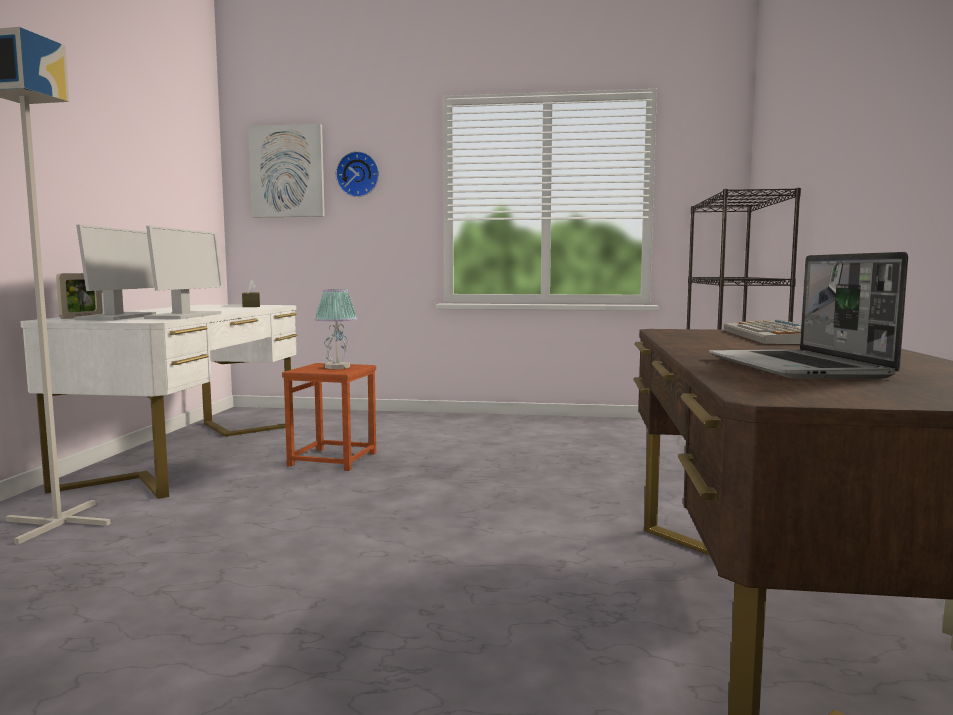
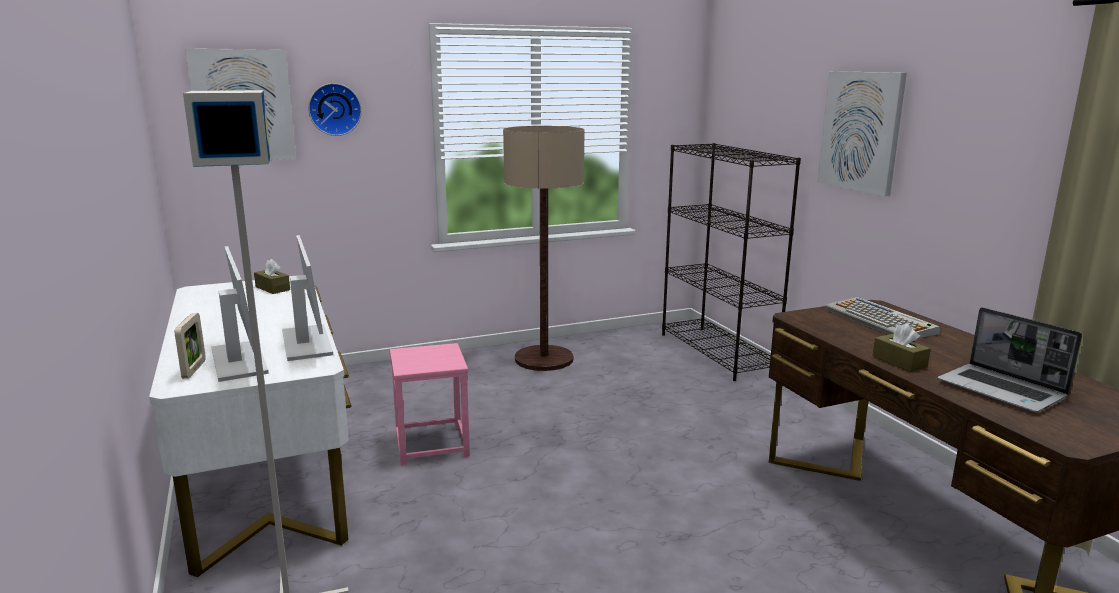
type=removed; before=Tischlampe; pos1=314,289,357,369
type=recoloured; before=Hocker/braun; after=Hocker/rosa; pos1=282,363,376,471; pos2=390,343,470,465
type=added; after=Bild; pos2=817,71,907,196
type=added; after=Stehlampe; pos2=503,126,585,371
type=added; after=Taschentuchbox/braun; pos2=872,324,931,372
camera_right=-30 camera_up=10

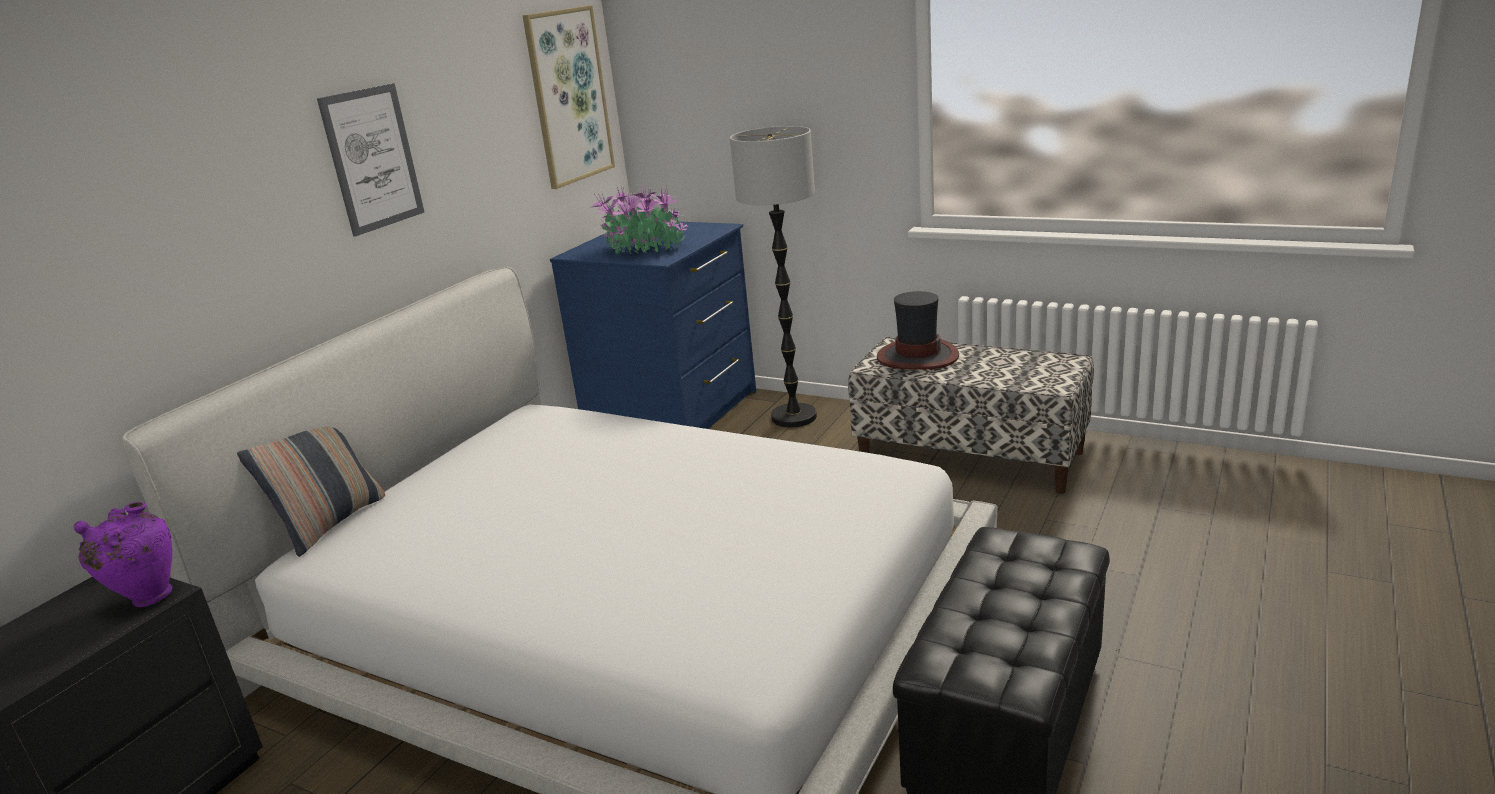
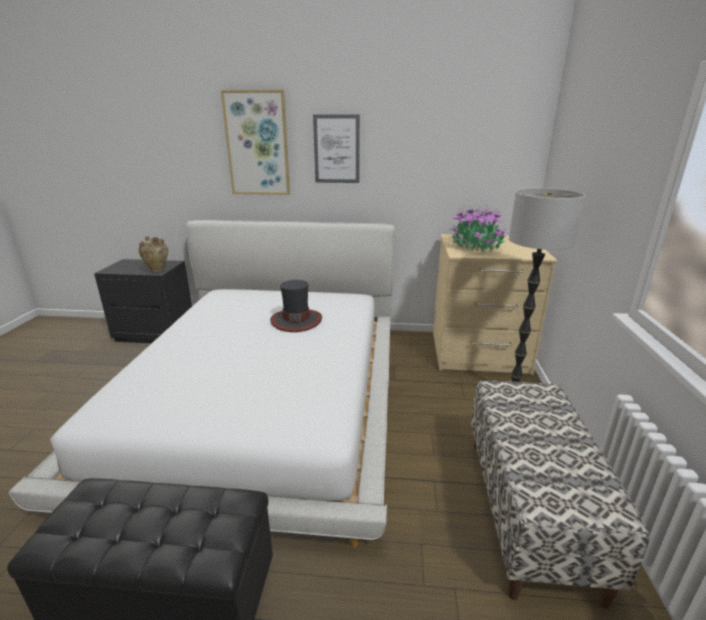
type=moved; before=Bild; pos1=522,5,615,189; pos2=221,90,290,195
type=recoloured; before=Kommode/blau; after=Kommode/beige; pos1=550,222,756,429; pos2=433,234,557,375
type=moved; before=Hut; pos1=877,291,959,370; pos2=270,280,322,332
type=removed; before=Kissen; pos1=237,427,385,557
type=recoloured; before=Vase/lila; after=Vase/beige; pos1=74,502,172,607; pos2=139,236,168,272
camera_right=65 camera_up=0

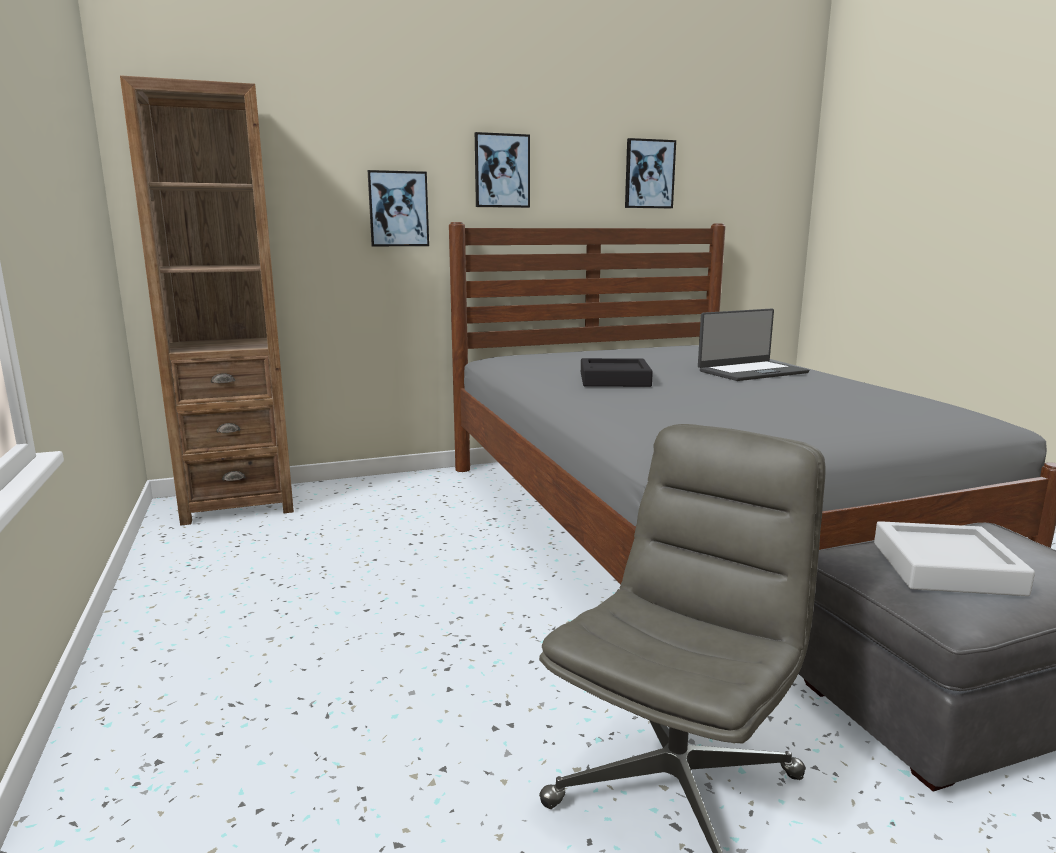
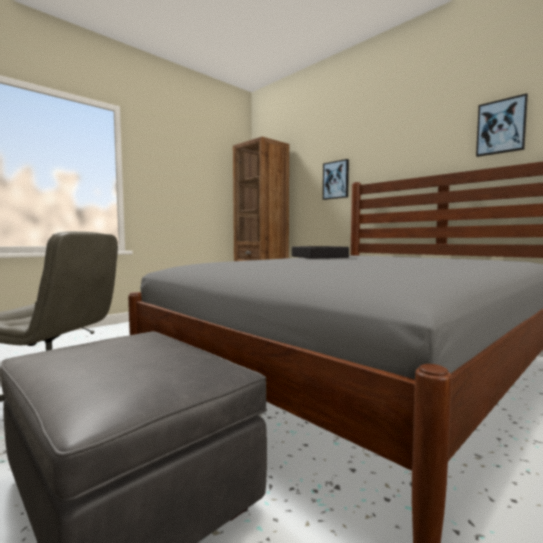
type=removed; before=Bild; pos1=475,132,530,208
type=removed; before=Laptop; pos1=698,308,809,381
type=removed; before=Tablett/grau; pos1=874,521,1035,596
camera_right=65 camera_up=-10

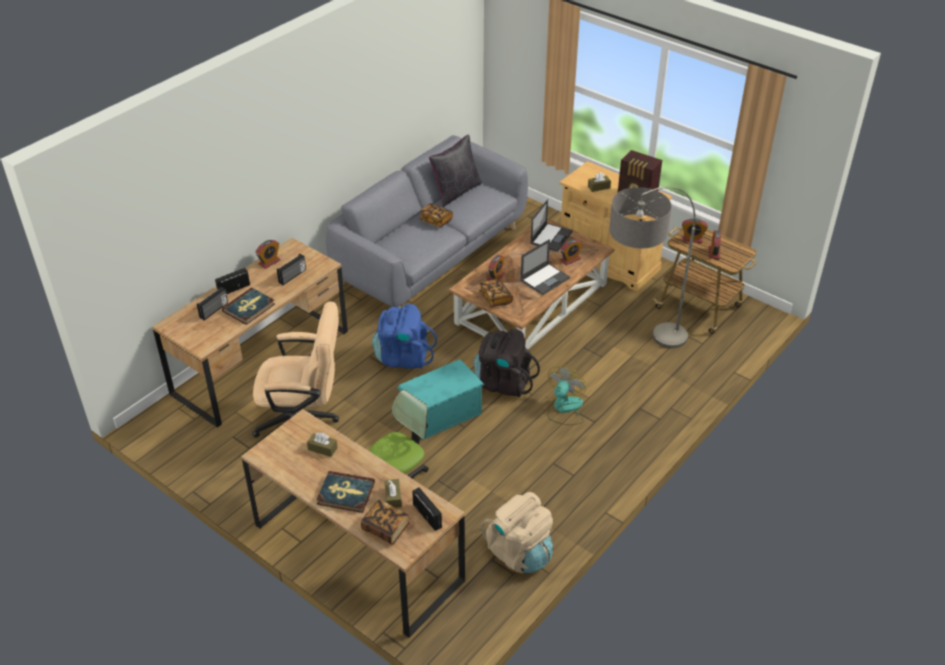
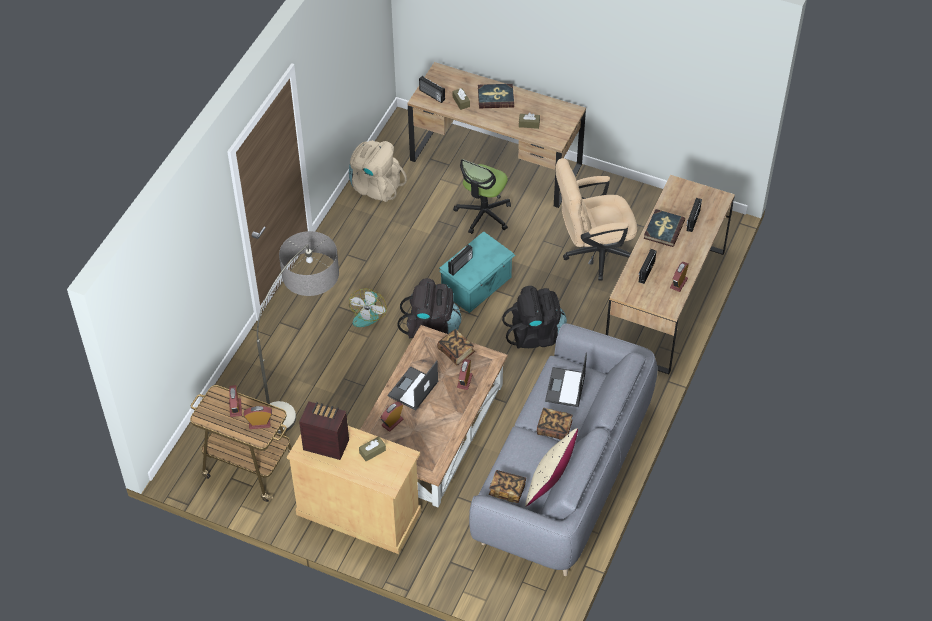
type=recoloured; before=Kissen/schwarz; after=Kissen/beige; pos1=429,134,482,207; pos2=525,428,578,507
type=moved; before=Laptop; pos1=530,199,573,252; pos2=545,353,587,407
type=moved; before=Radio; pos1=215,268,250,294; pos2=448,244,473,275
type=recoloured; before=Rucksack/blau; after=Rucksack/schwarz; pos1=372,304,437,369; pos2=502,286,567,349
type=moved; before=Buch; pos1=361,499,410,545; pos2=489,470,526,503
camera_right=165 camera_up=10

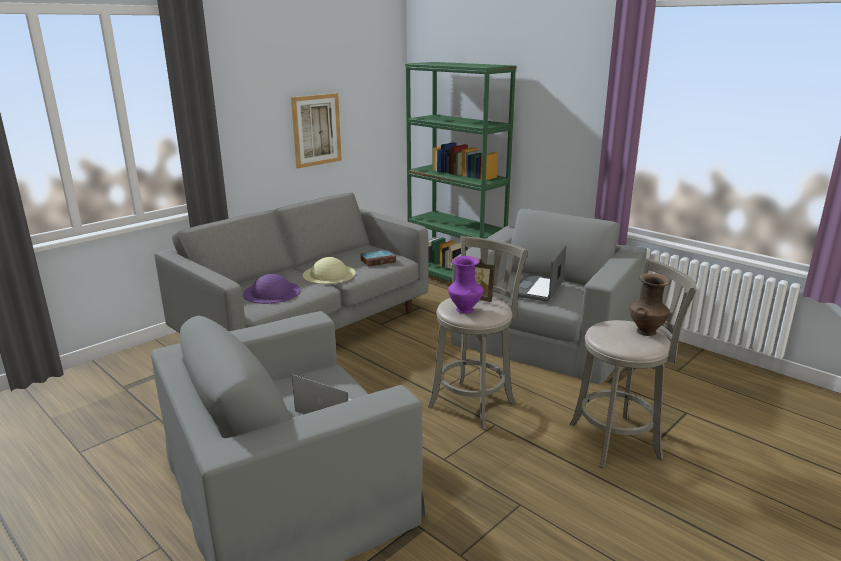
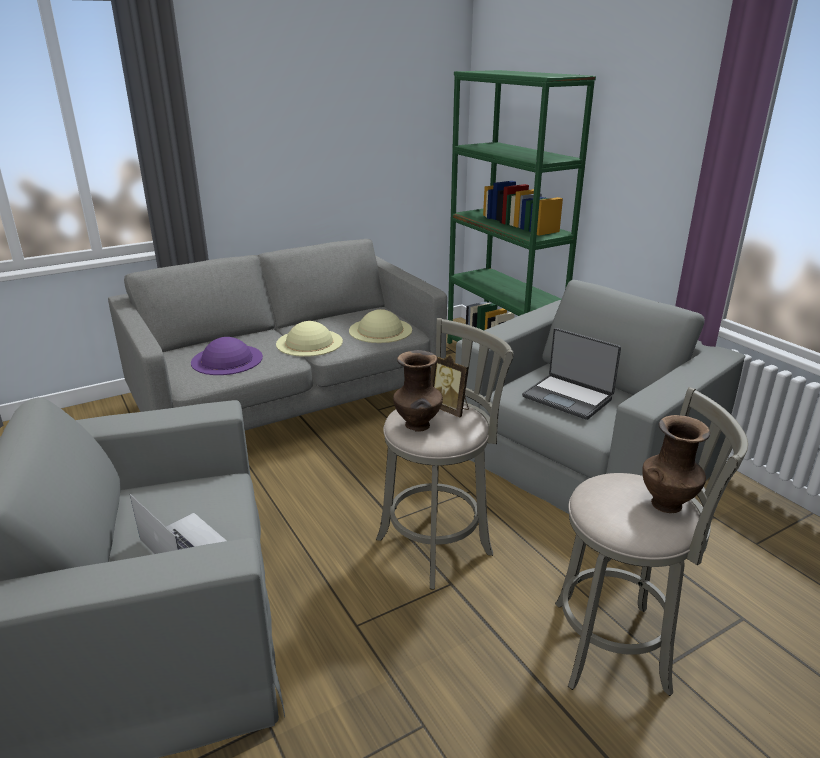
type=removed; before=Bild; pos1=291,93,342,168
type=turned; before=Laptop; pos1=511,245,566,302; pos2=522,328,621,420; turn=-90
type=replaced; before=Buch; after=Hut/beige; pos1=361,250,396,267; pos2=349,309,412,343
type=recoloured; before=Vase/lila; after=Vase/braun; pos1=448,256,483,314; pos2=393,350,443,432
camera_right=15 camera_up=5

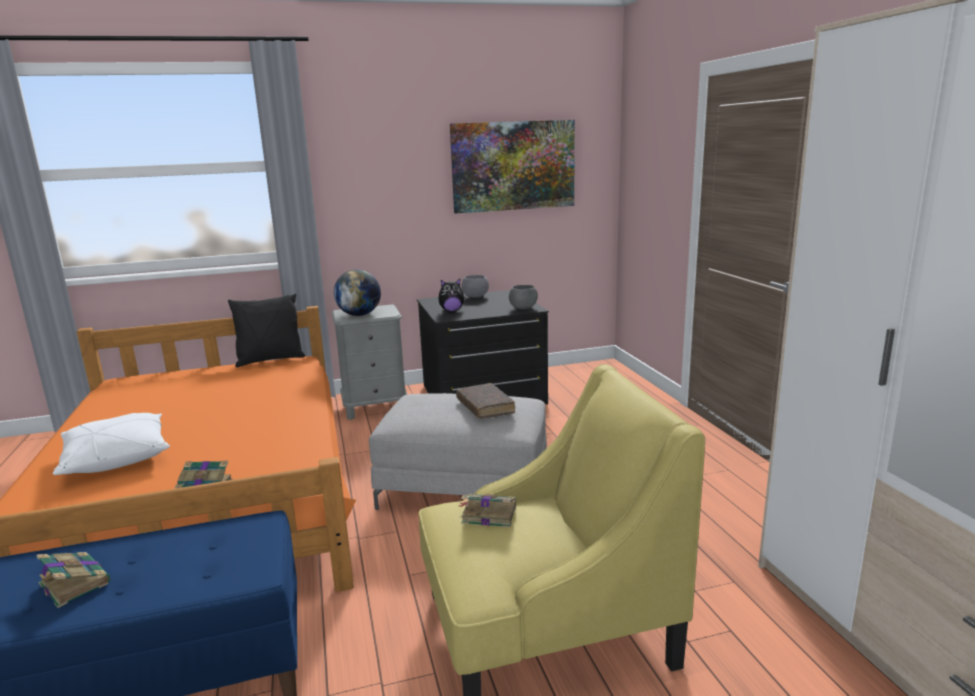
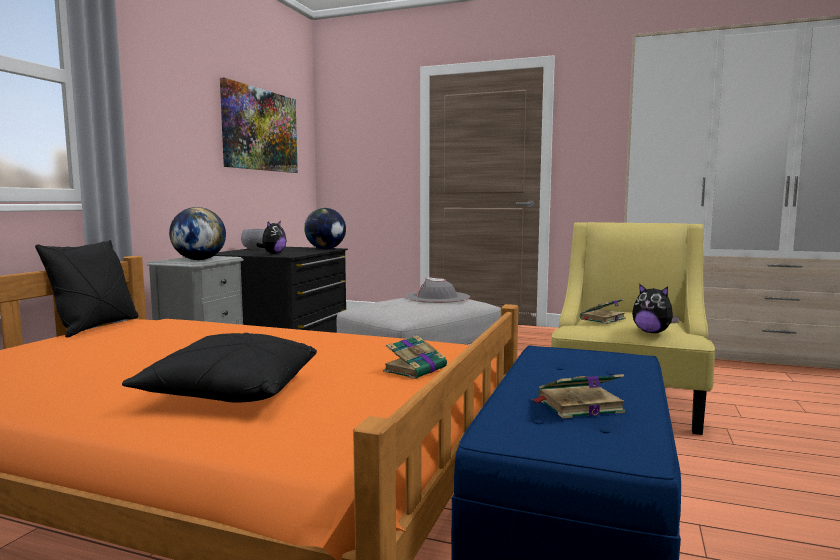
type=replaced; before=Schüssel/grau; after=Globus; pos1=509,285,538,309; pos2=304,208,346,249
type=replaced; before=Buch/braun; after=Hut/grau; pos1=456,383,515,418; pos2=405,277,470,303
type=recoloured; before=Kissen/weiß; after=Kissen/schwarz; pos1=53,413,170,475; pos2=122,333,317,403
type=added; after=Plüschtier; pos2=632,283,680,333
camera_right=-55 camera_up=-10

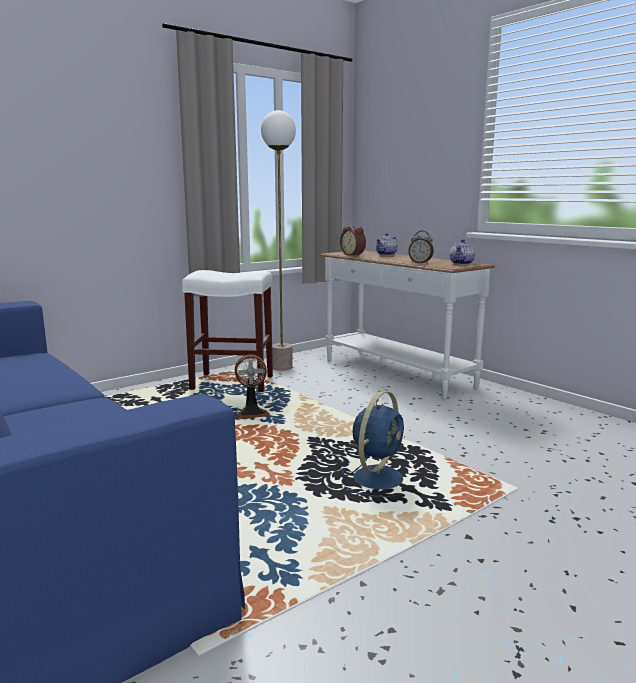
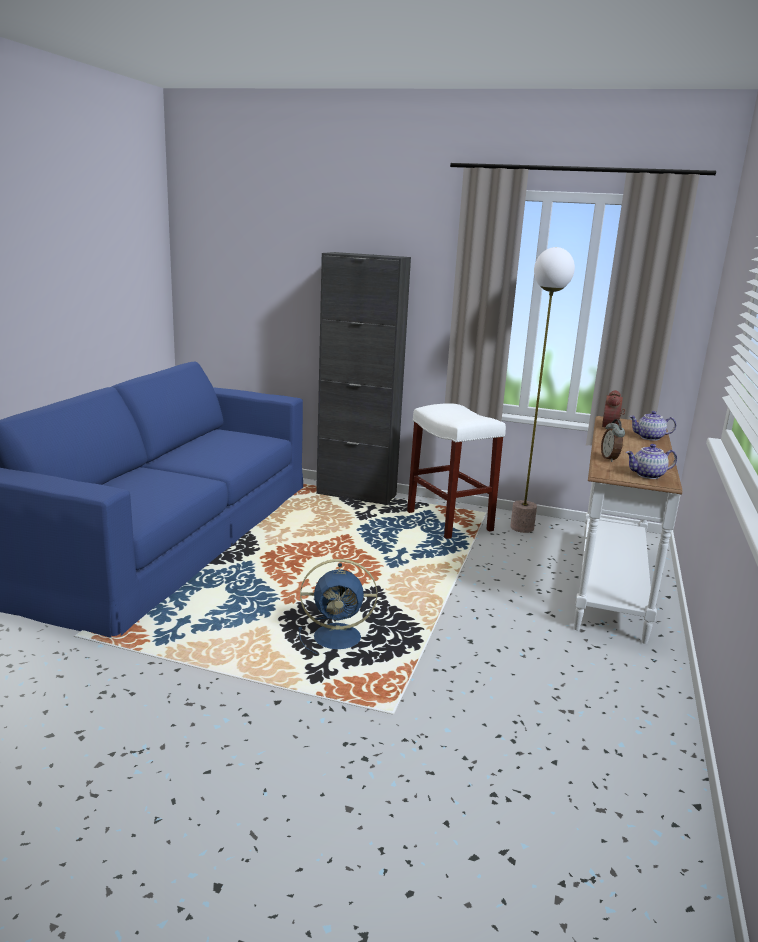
type=removed; before=Ventilator; pos1=235,354,270,419
type=added; after=Schrank/schwarz; pos2=316,252,411,505
camera_right=55 camera_up=5

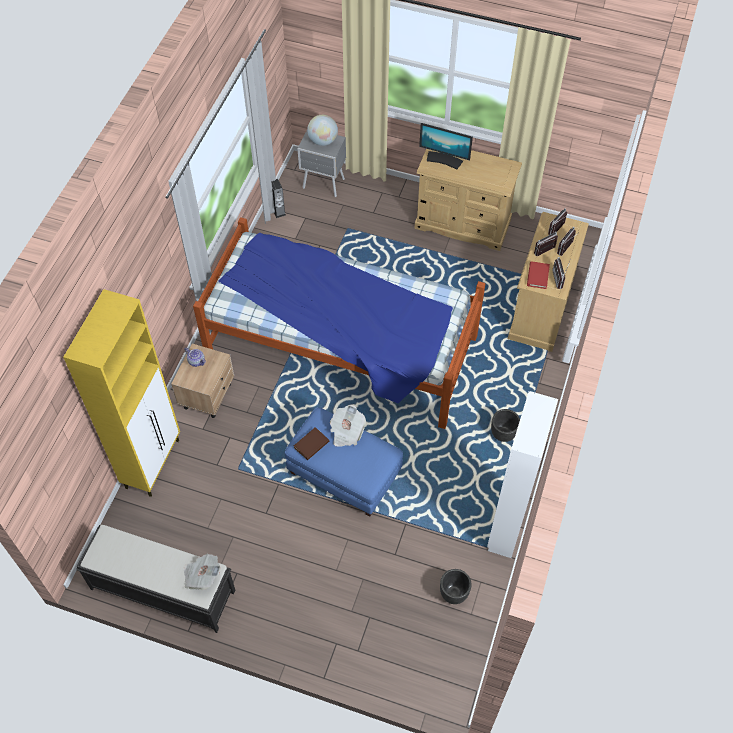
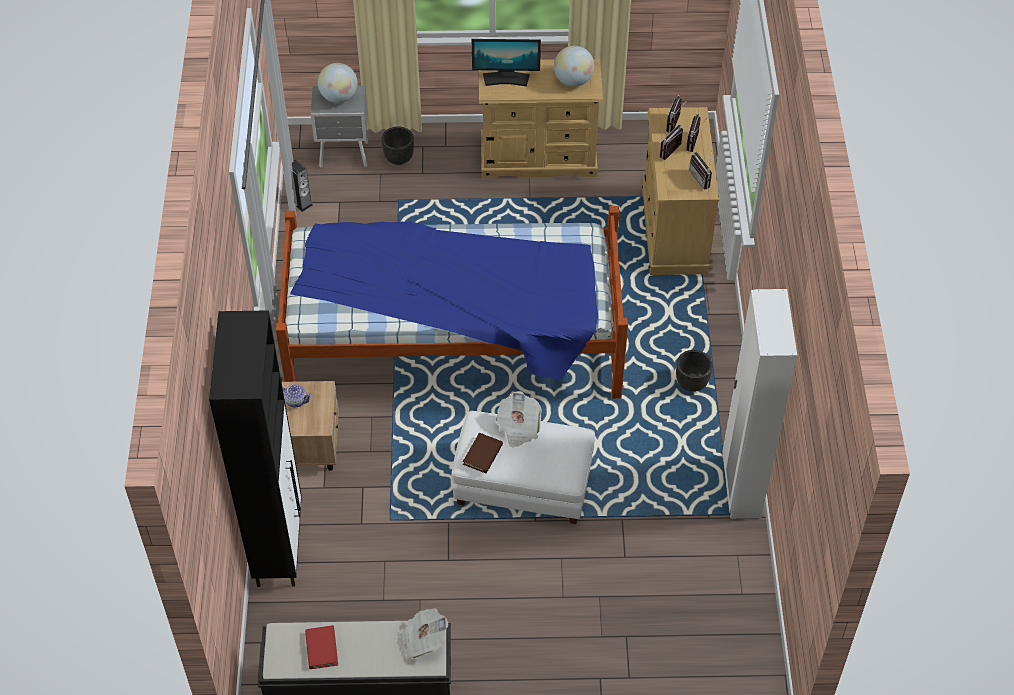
type=moved; before=Buch/rot; pos1=527,261,550,289; pos2=305,625,338,669
type=recoloured; before=Schrank/gelb; after=Schrank/schwarz; pos1=63,289,180,497; pos2=209,310,302,587
type=recoloured; before=Polsterhocker/blau; after=Polsterhocker/weiß; pos1=285,407,403,517; pos2=451,411,595,524
type=moved; before=Pflanzkübel/schwarz; pos1=440,569,472,604; pos2=381,127,414,165
type=added; after=Globus; pos2=554,46,594,87
camera_right=-20 camera_up=-5

